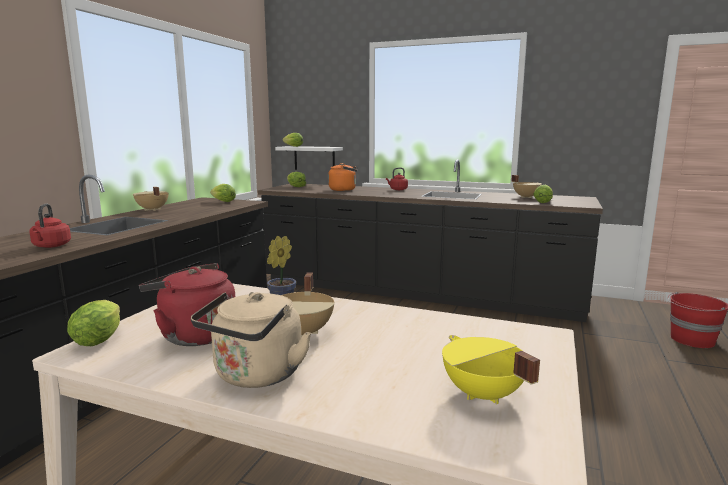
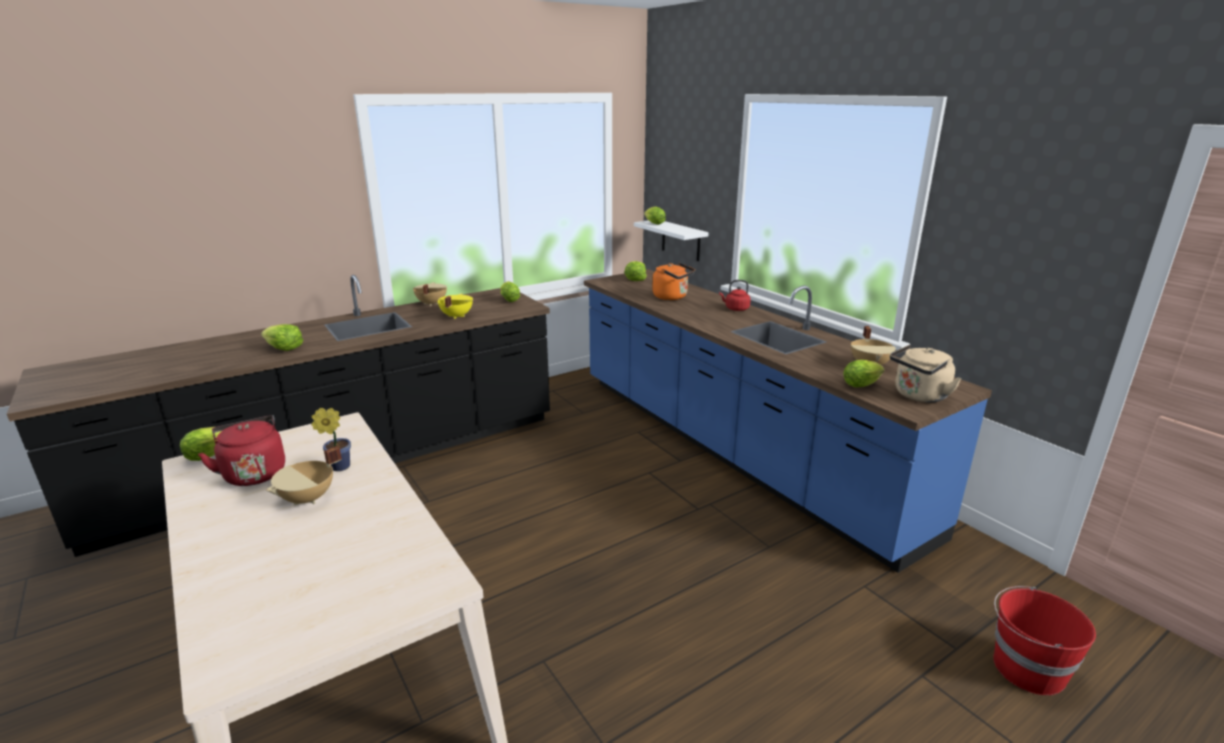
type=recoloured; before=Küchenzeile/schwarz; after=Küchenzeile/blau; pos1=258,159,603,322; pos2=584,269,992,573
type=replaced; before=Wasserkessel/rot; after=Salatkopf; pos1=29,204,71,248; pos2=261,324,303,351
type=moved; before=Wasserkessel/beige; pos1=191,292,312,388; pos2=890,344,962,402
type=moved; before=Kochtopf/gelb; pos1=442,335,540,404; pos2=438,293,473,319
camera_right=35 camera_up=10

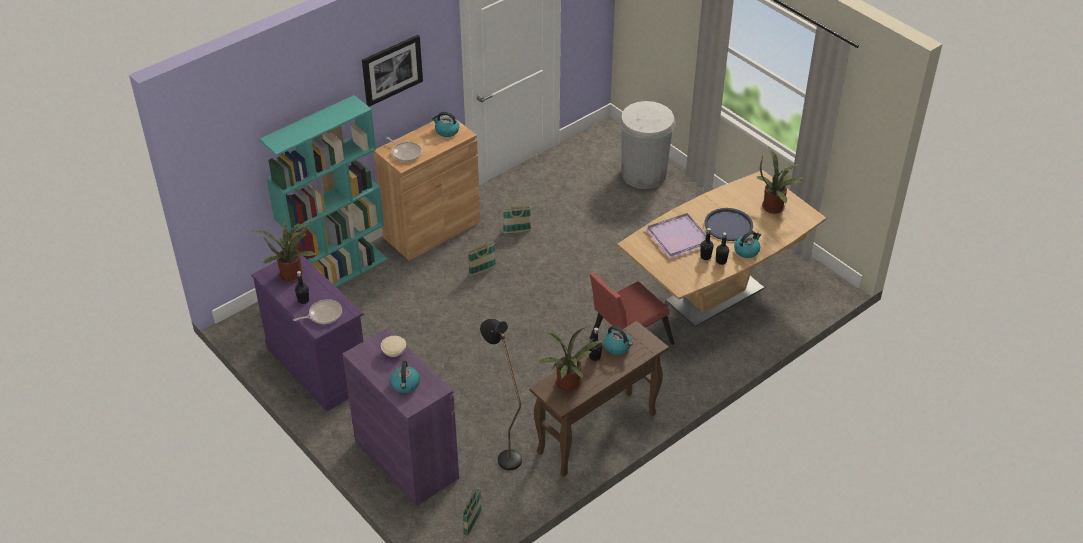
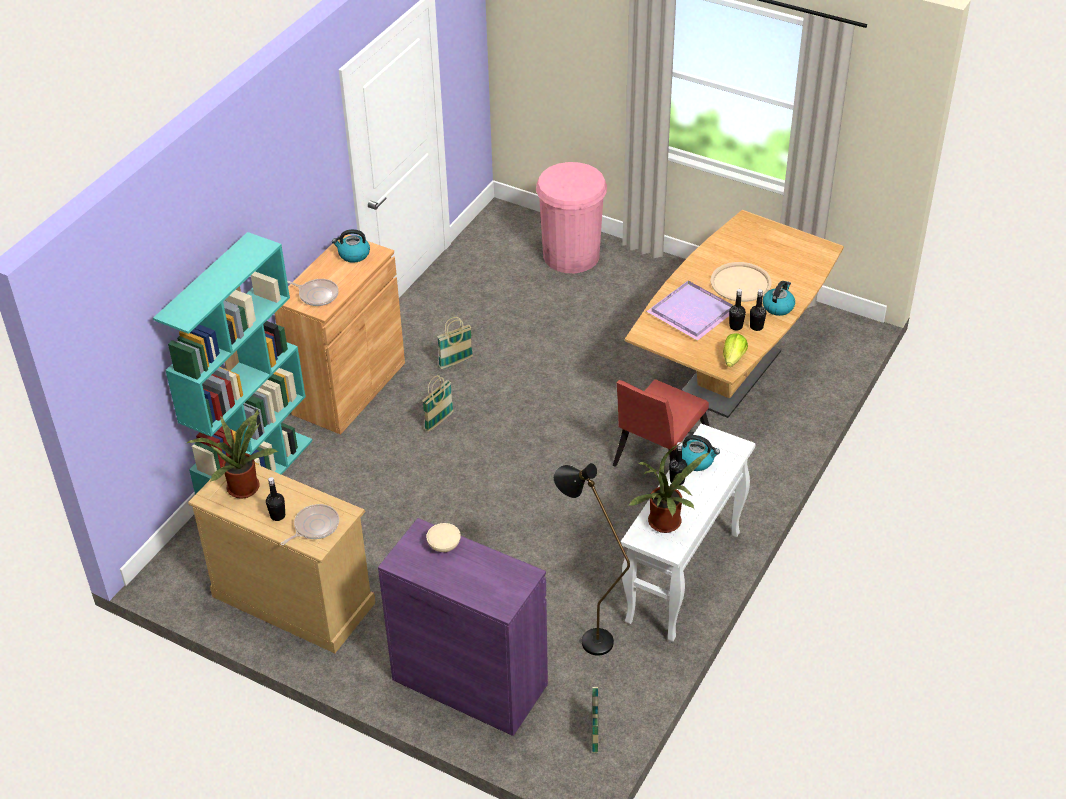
type=removed; before=Bild; pos1=362,35,423,107
type=recoloured; before=Mülleimer/weiß; after=Mülleimer/rosa; pos1=619,101,676,189; pos2=536,162,607,273
type=removed; before=Topfpflanze; pos1=756,147,806,214
type=recoloured; before=Tablett/blau; after=Tablett/beige; pos1=704,208,753,241; pos2=710,262,772,302
type=recoloured; before=Kommode/lila; after=Kommode/beige; pos1=251,251,364,411; pos2=188,464,376,653
type=recoloured; before=Konsolentisch/braun; after=Konsolentisch/weiß; pos1=530,321,669,477; pos2=621,424,756,642
type=removed; before=Wasserkessel; pos1=390,361,420,393
type=added; after=Salatkopf; pos2=723,333,748,367
camera_right=-20 camera_up=0

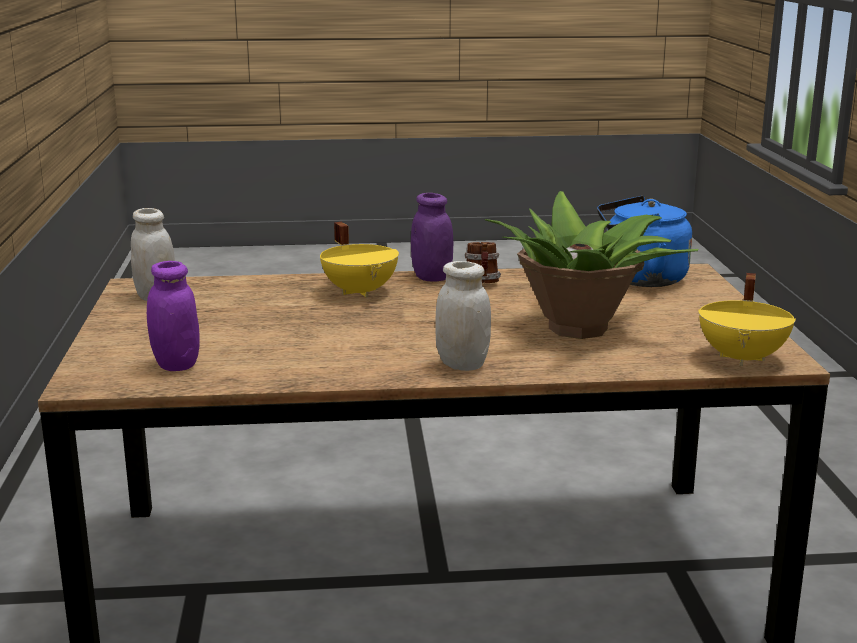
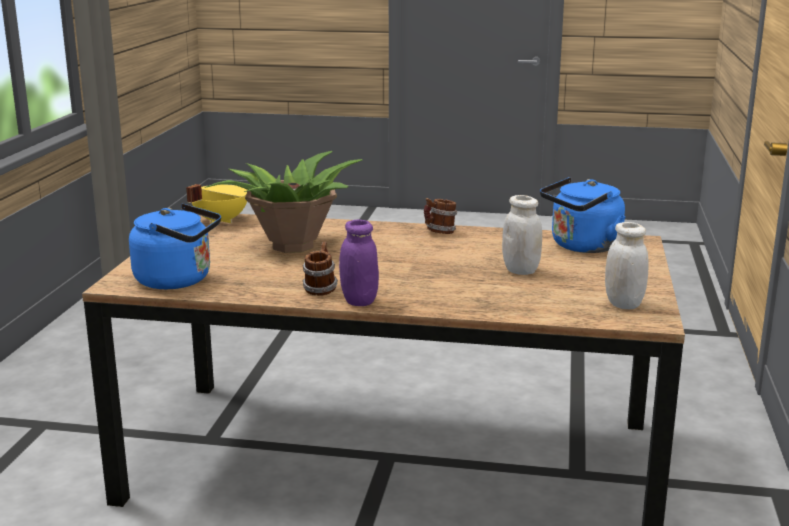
type=removed; before=Kochtopf/gelb; pos1=320,222,399,297
type=replaced; before=Vorratsglas/lila; after=Wasserkessel/blau; pos1=147,261,200,371; pos2=540,177,626,253
type=moved; before=Vorratsglas/weiß; pos1=435,261,491,371; pos2=502,195,542,275
type=added; after=Henkelbecher; pos2=424,198,457,234
camera_right=-165 camera_up=0

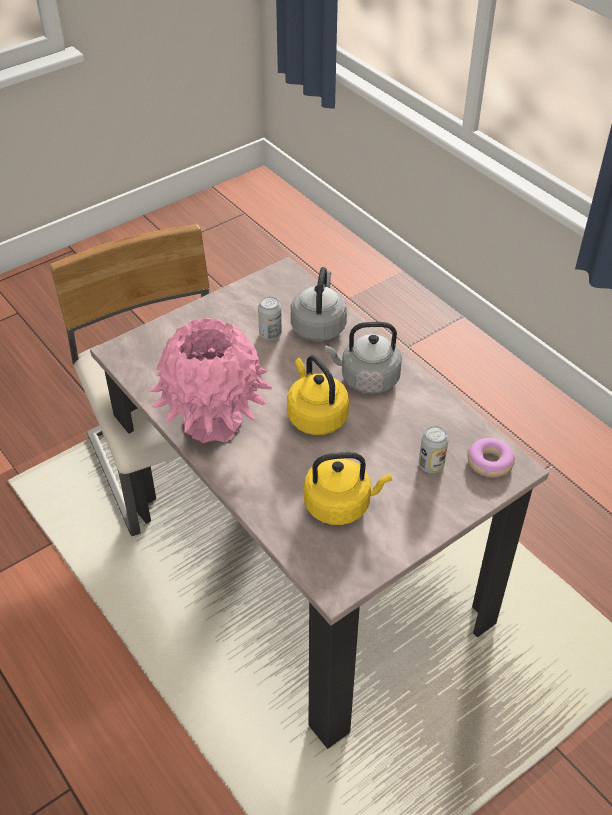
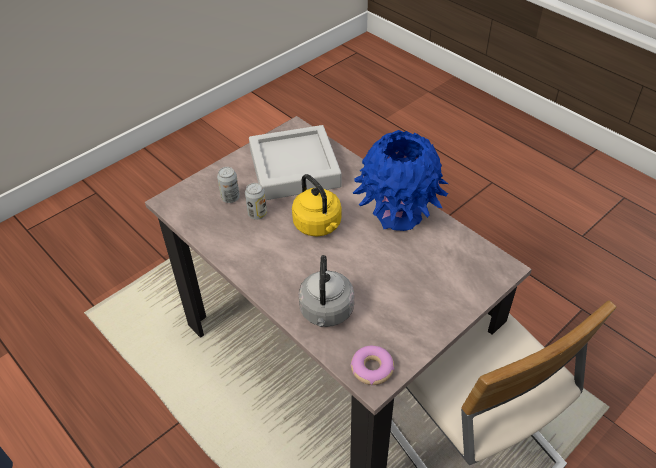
type=moved; before=Dose; pos1=258,296,282,340; pos2=245,183,267,220
type=recoloured; before=Vase/rosa; after=Vase/blau; pos1=148,317,272,443; pos2=353,130,448,231
type=removed; before=Wasserkessel/grau; pos1=325,322,402,394
type=moved; before=Donut; pos1=467,438,515,477; pos2=350,345,394,385
type=replaced; before=Wasserkessel/gelb; after=Tablett/grau; pos1=304,452,392,525; pos2=249,125,342,200
camera_right=175 camera_up=0

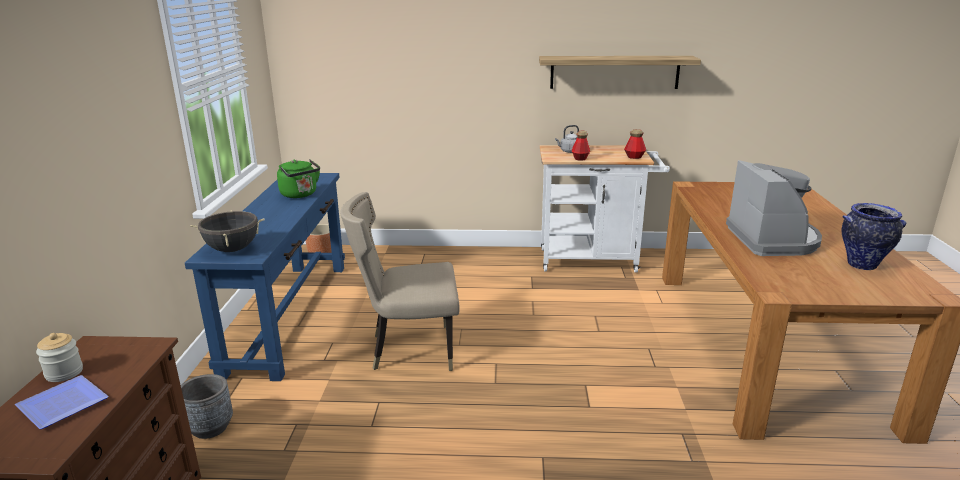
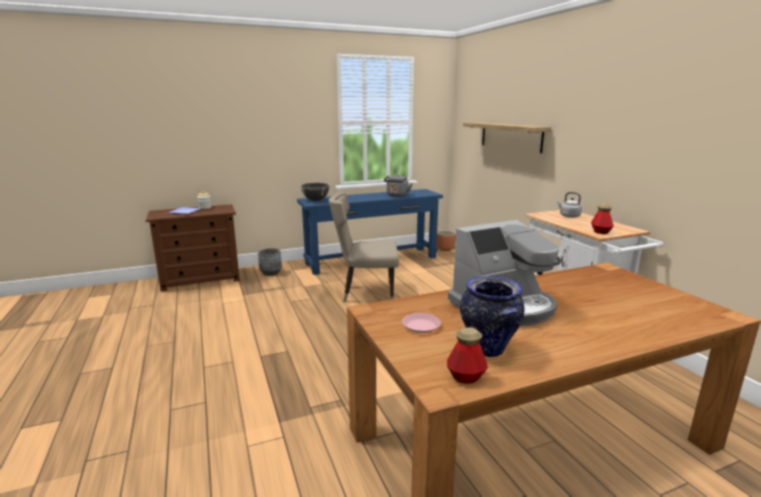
type=moved; before=Wandregal; pos1=539,56,701,89; pos2=463,122,552,153
type=moved; before=Flasche; pos1=572,131,590,161; pos2=447,327,488,384
type=recoloured; before=Wasserkessel/grün; after=Wasserkessel/grau; pos1=277,159,320,198; pos2=384,174,413,197
type=turned; before=Stuhl/beige; pos1=340,192,460,371; pos2=329,192,399,302; turn=-60
type=added; after=Teller/rosa; pos2=402,313,441,333
camera_right=65 camera_up=-5

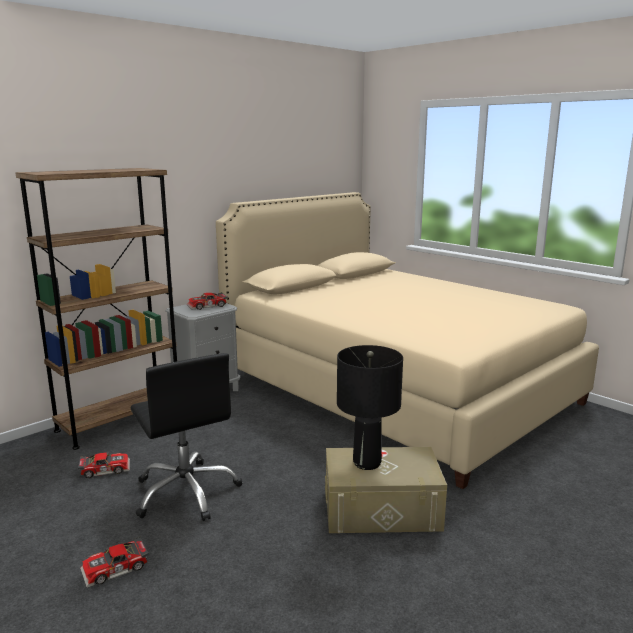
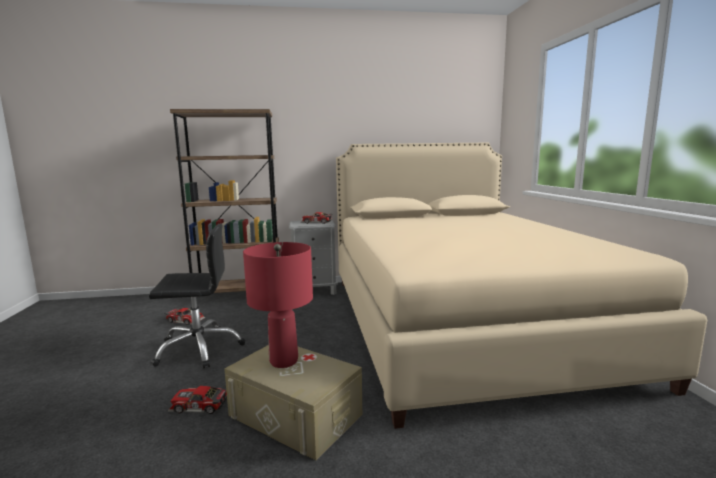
type=recoloured; before=Tischlampe/schwarz; after=Tischlampe/rot; pos1=337,345,403,470; pos2=243,242,313,368
type=turned; before=Bürostuhl/schwarz; pos1=131,353,243,521; pos2=149,224,245,369; turn=-105
type=moved; before=Spielzeugauto; pos1=80,536,149,588; pos2=168,386,227,414
camera_right=35 camera_up=-5

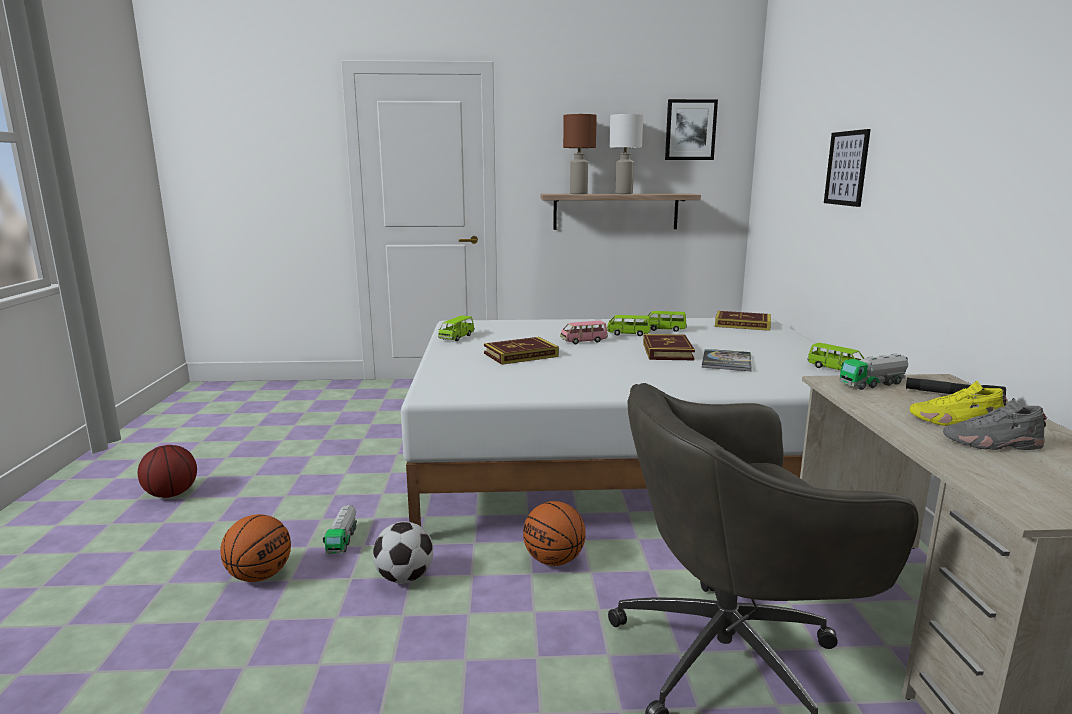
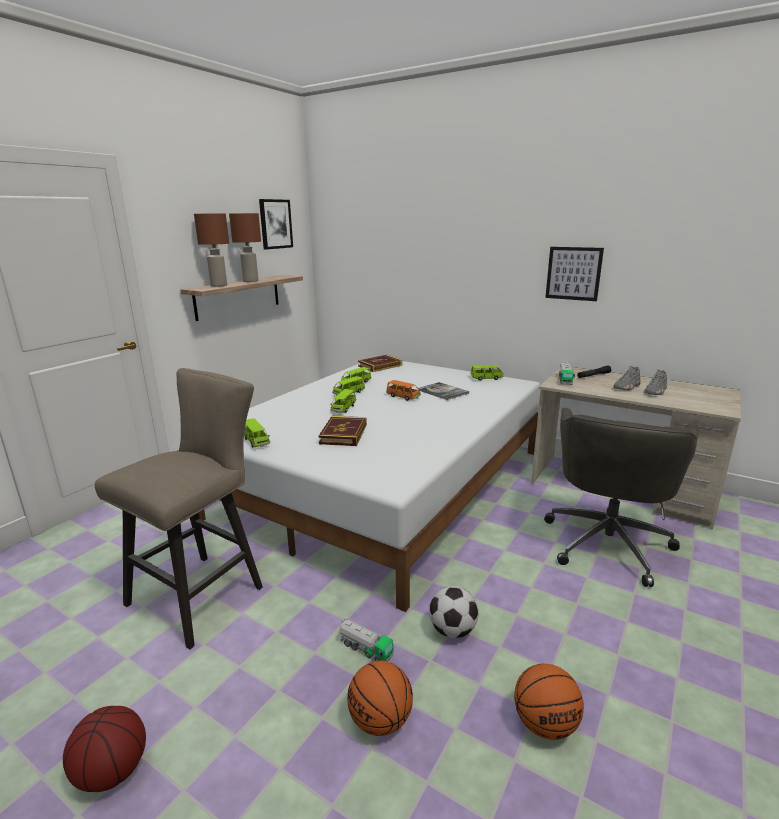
type=recoloured; before=Tischlampe/weiß; after=Tischlampe/braun; pos1=609,114,643,194; pos2=229,213,261,282
type=moved; before=Bild; pos1=824,129,871,207; pos2=545,247,604,301
type=recoloured; before=Spielzeugauto/rosa; after=Spielzeugauto/grün; pos1=560,321,608,344; pos2=330,389,356,413
type=replaced; before=Buch; after=Spielzeugauto/orange; pos1=643,334,695,360; pos2=386,380,421,401
type=recoloured; before=Schuh/gelb; after=Schuh/grau; pos1=910,381,1007,426; pos2=613,366,641,390
type=moved; before=Basketball; pos1=523,501,586,566; pos2=514,664,584,740
type=added; after=Hocker/beige; pos2=95,368,263,649
camera_right=-55 camera_up=5

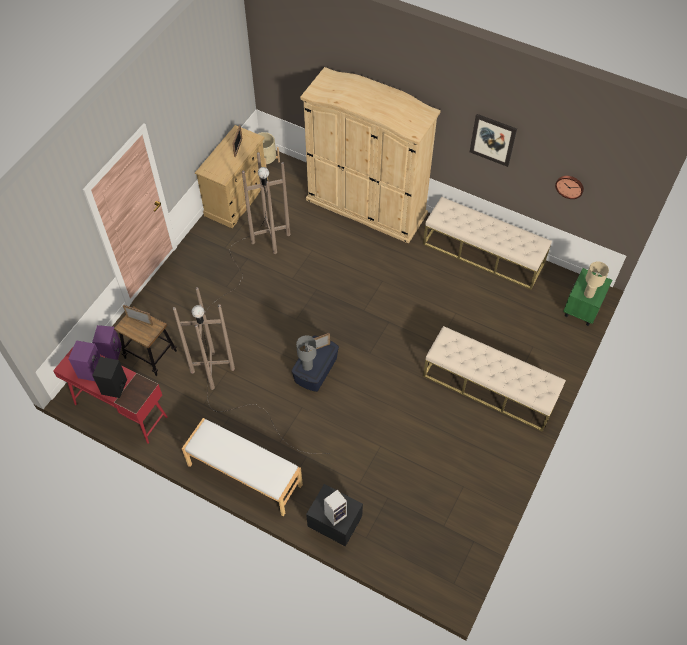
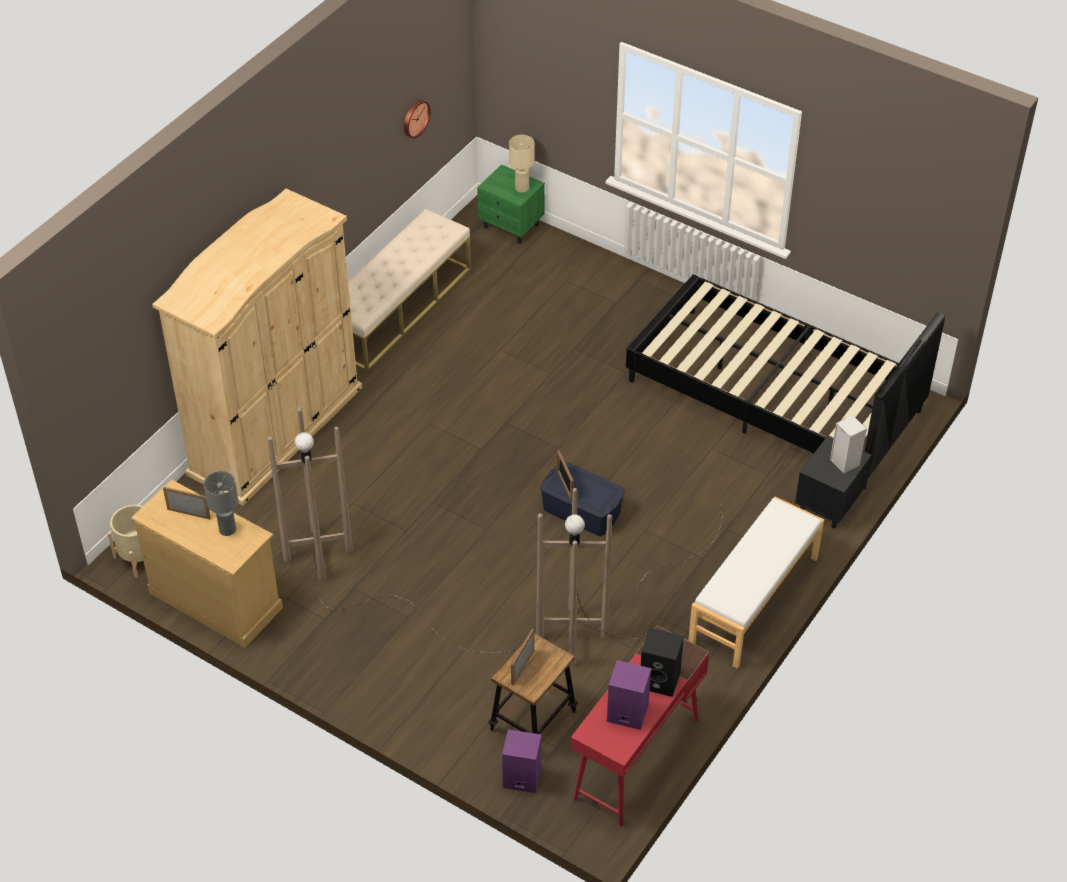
type=removed; before=Bild; pos1=470,114,517,167
type=removed; before=Bank/beige; pos1=423,326,566,432
type=moved; before=Tischlampe/grau; pos1=296,335,316,371; pos2=204,471,238,536
type=added; after=Bett/schwarz; pos2=626,275,945,489
camera_right=-85 camera_up=-10

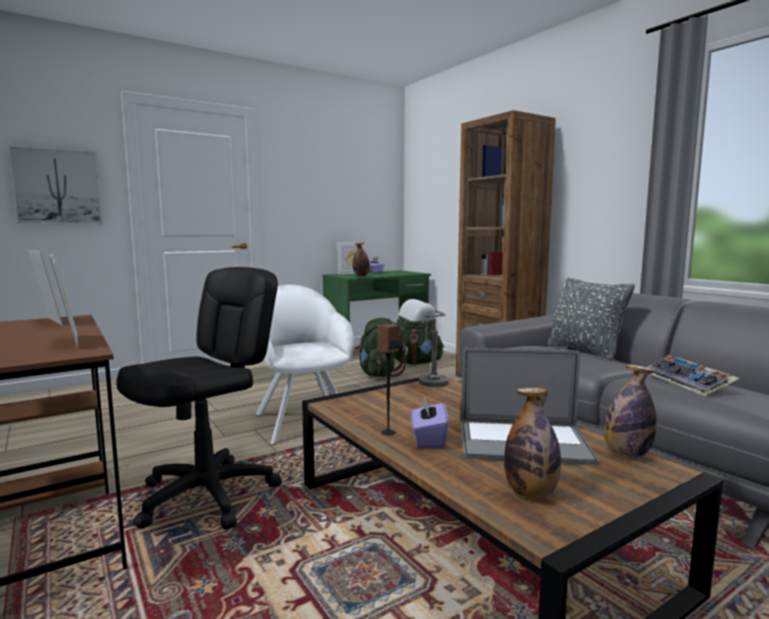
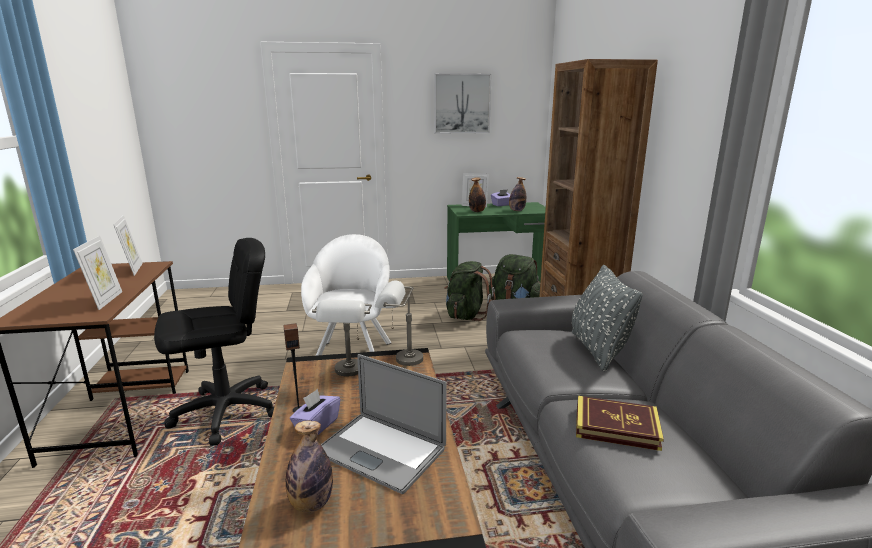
type=moved; before=Bild; pos1=8,145,103,224; pos2=434,73,492,134
type=replaced; before=Tastatur; after=Buch; pos1=647,355,740,396; pos2=576,396,664,451
type=moved; before=Flasche; pos1=604,364,657,458; pos2=509,177,526,211
type=added; after=Tischlampe/grau; pos2=312,300,372,377
camera_right=25 camera_up=10

